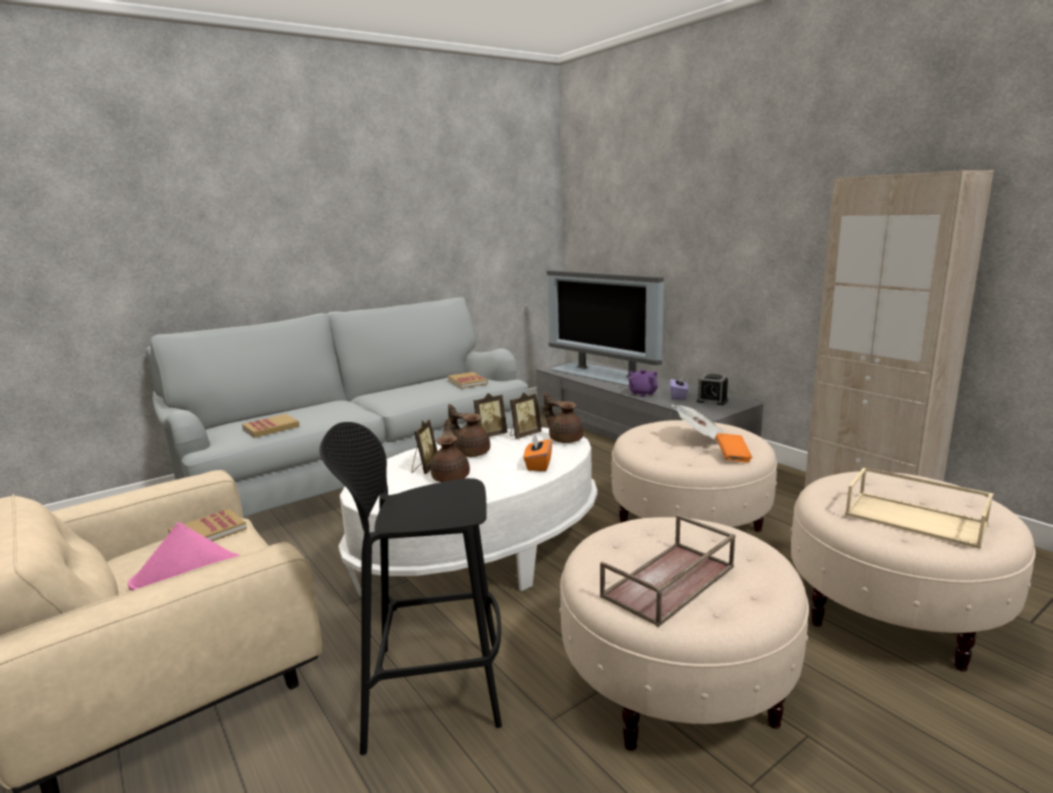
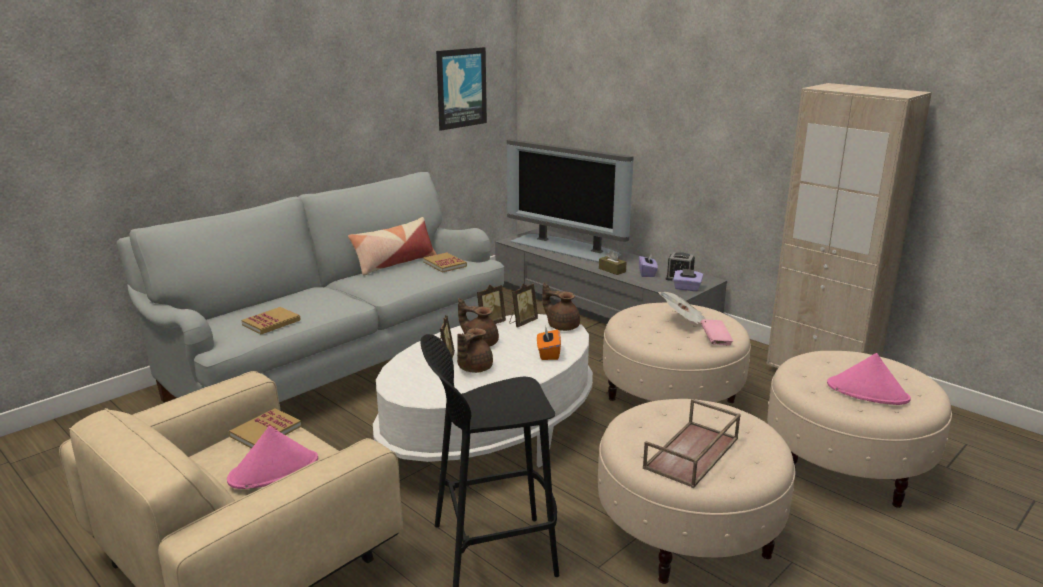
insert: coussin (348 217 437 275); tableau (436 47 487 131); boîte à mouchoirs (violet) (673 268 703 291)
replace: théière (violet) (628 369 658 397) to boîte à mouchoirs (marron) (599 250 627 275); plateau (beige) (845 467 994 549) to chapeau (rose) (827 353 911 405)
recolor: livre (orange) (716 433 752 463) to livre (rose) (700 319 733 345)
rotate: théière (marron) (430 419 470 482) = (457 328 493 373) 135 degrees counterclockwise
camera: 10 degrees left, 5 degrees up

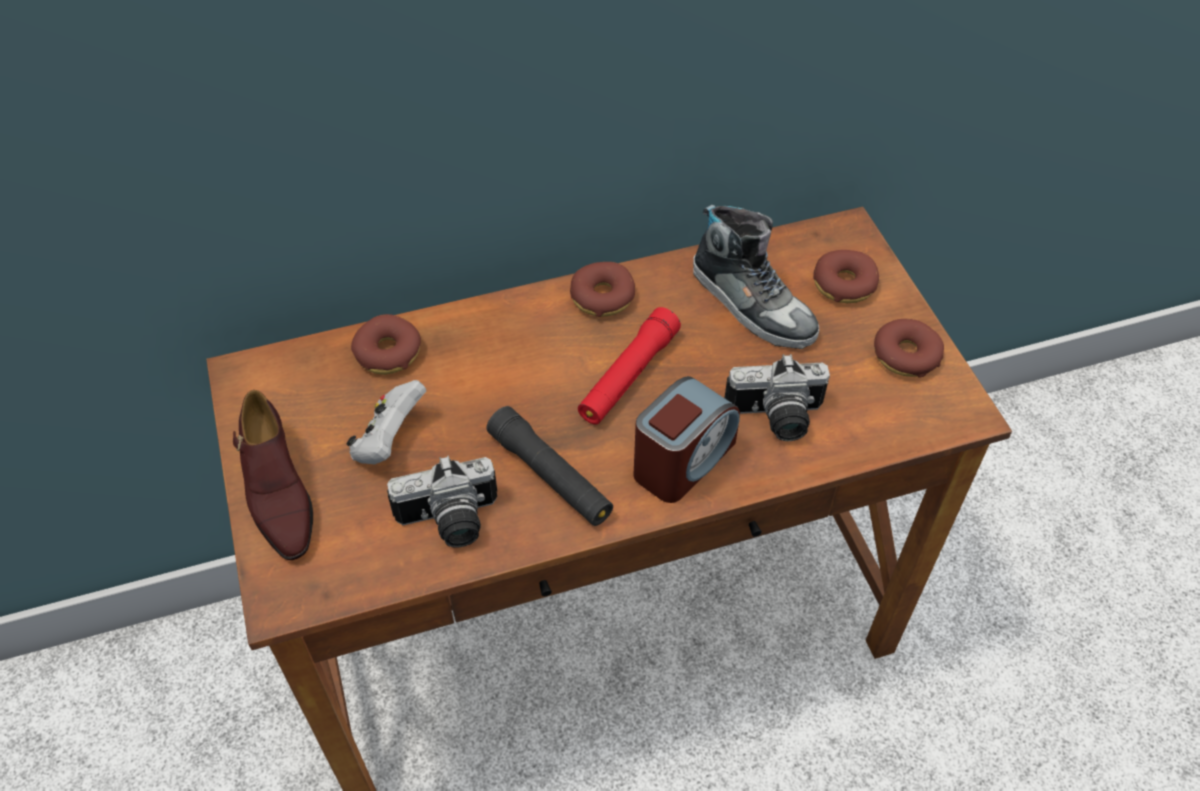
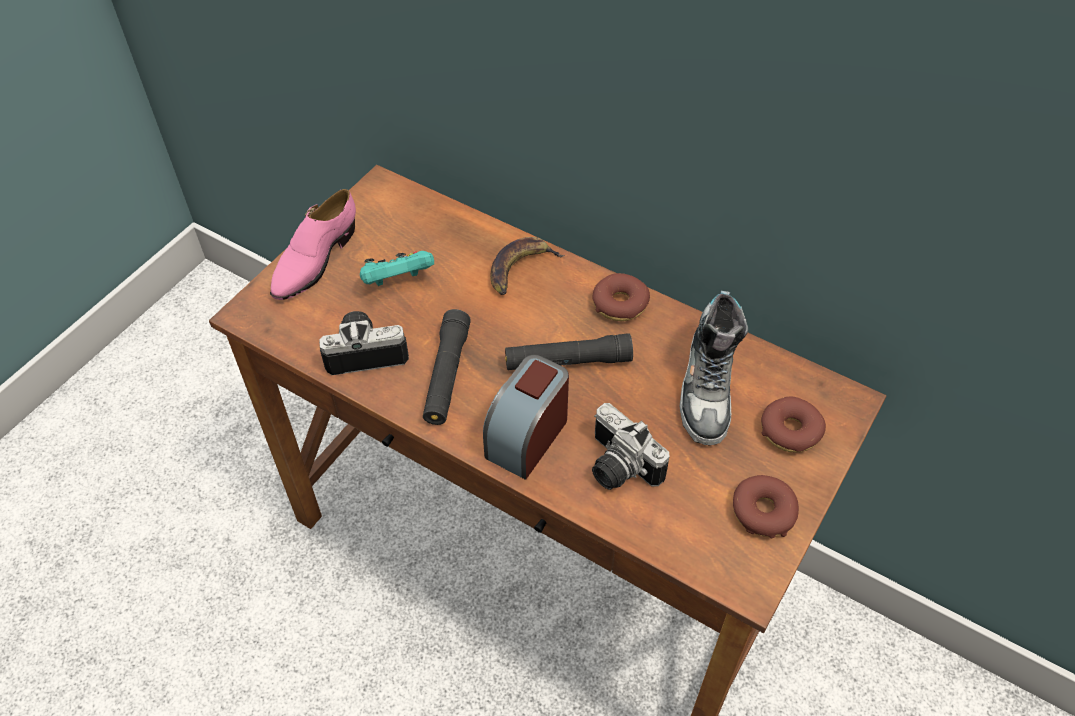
delete: beignet (351 314 421 375)
insert: banane (490 237 565 295)
recolor: chaussure (marron) (233 390 313 560) to chaussure (rose) (270 189 356 300); manette (blanc) (347 380 426 465) to manette (turquoise) (360 251 434 286); lampe de poche (rouge) (578 307 681 424) to lampe de poche (noir) (505 333 633 370)
rotate: appareil photo (387 455 497 548) = (319 311 409 375) 135 degrees clockwise; réveil (634 376 740 503) = (483 355 569 480) 120 degrees clockwise
camera: 50 degrees right, 0 degrees up

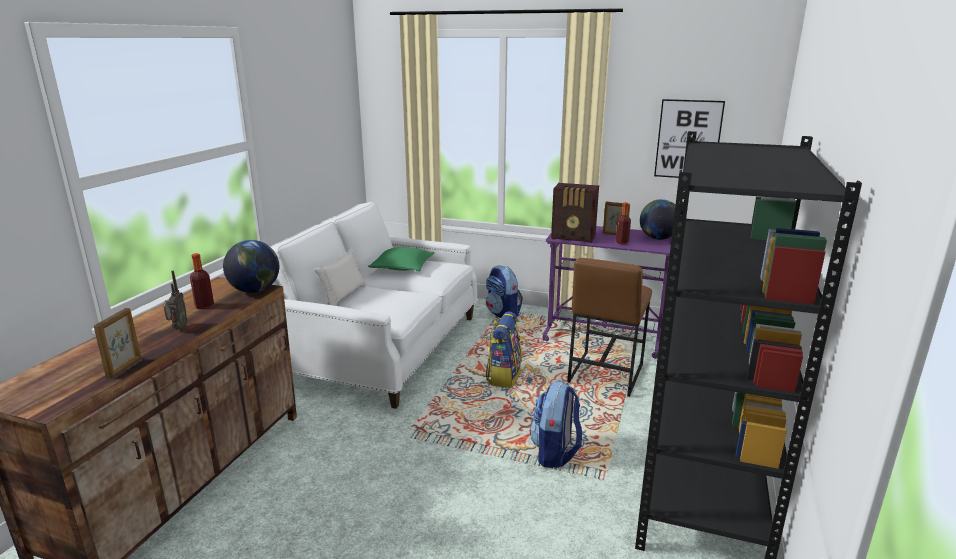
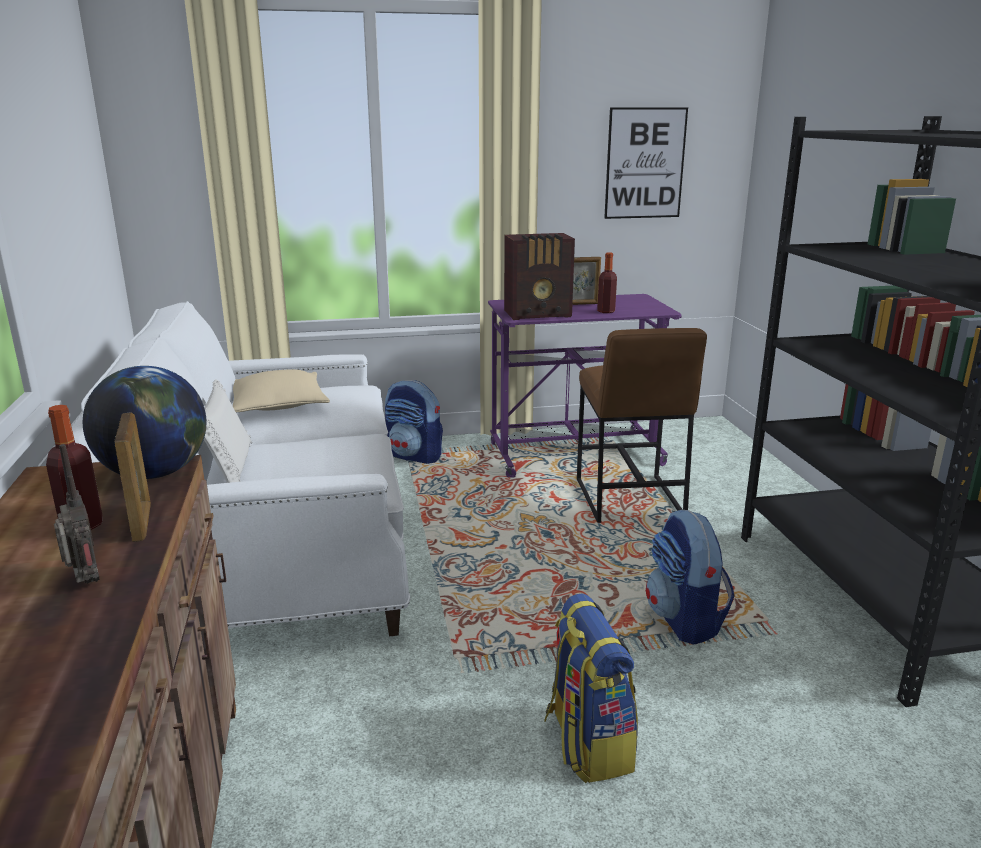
delete: globe (640 199 675 240)
move: cadre photo (94 308 141 379) to (115 412 151 542); sac à dos (485 312 522 388) to (544 593 638 783)
recolor: coussin (vert) (368 247 434 271) to coussin (beige) (233 369 330 412)
camera: 30 degrees left, 0 degrees up

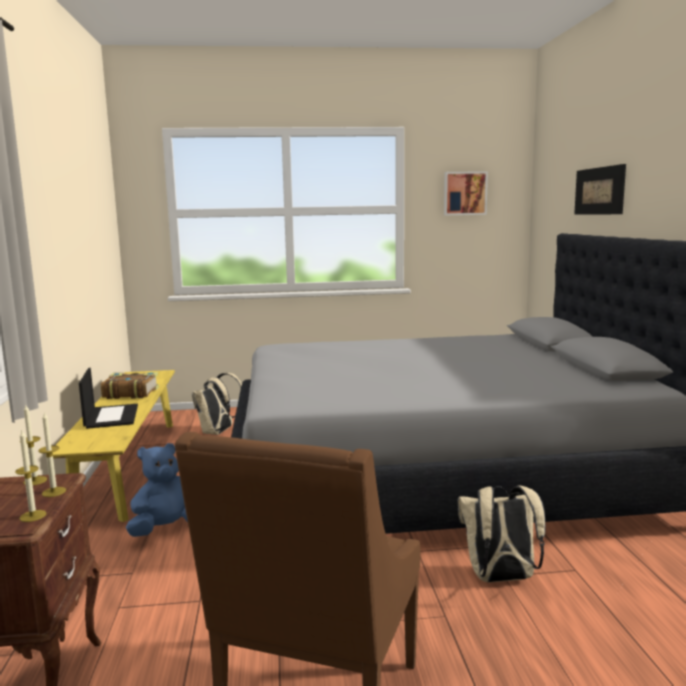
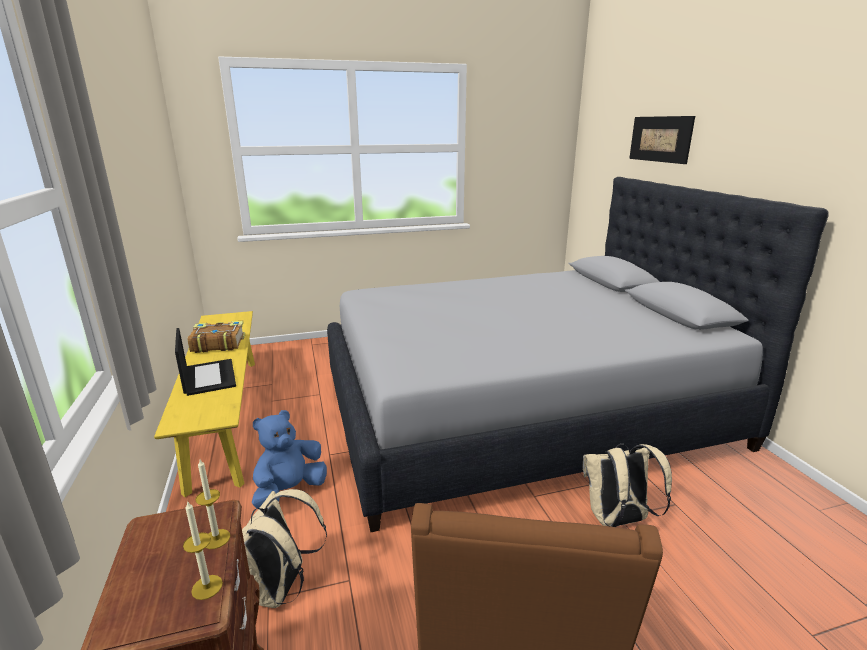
delete: bougie (23 405 47 485); tableau (444 171 488 215)
move: sac à dos (beige) (192 373 242 435) to (242 489 327 608)
camera: 10 degrees left, 10 degrees up

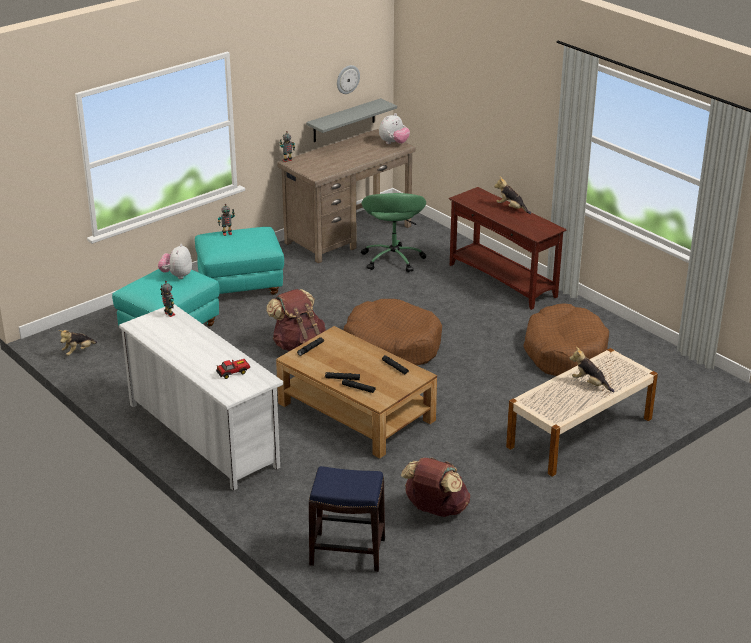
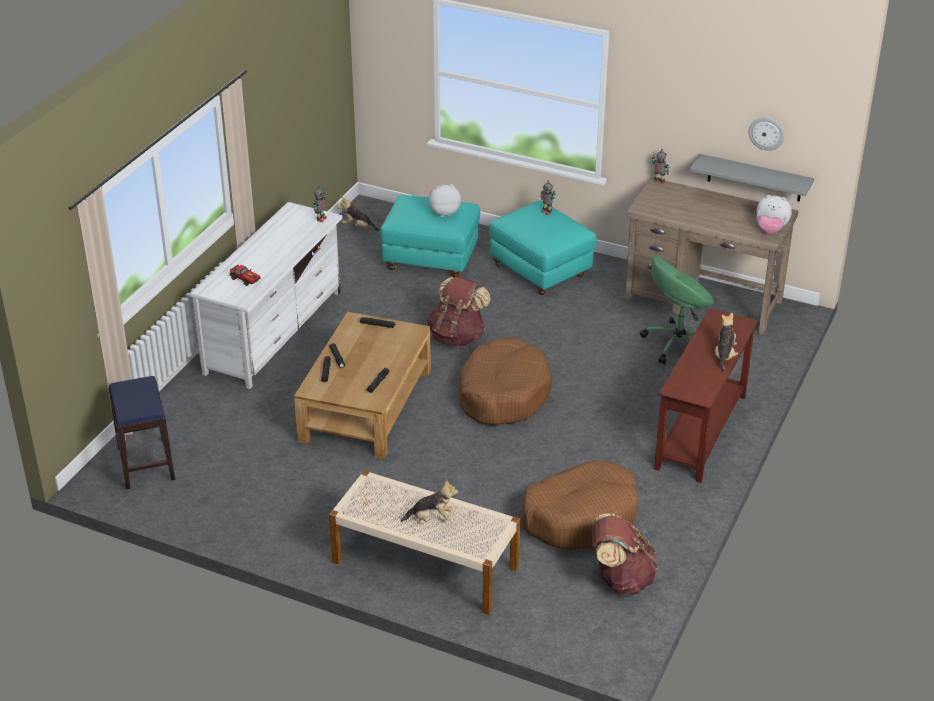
move: sac à dos (marron) (401 457 470 517) to (592 513 658 594)
rotate: peluche (569 347 614 392) = (401 480 458 522) 75 degrees clockwise
camera: 65 degrees right, 5 degrees up

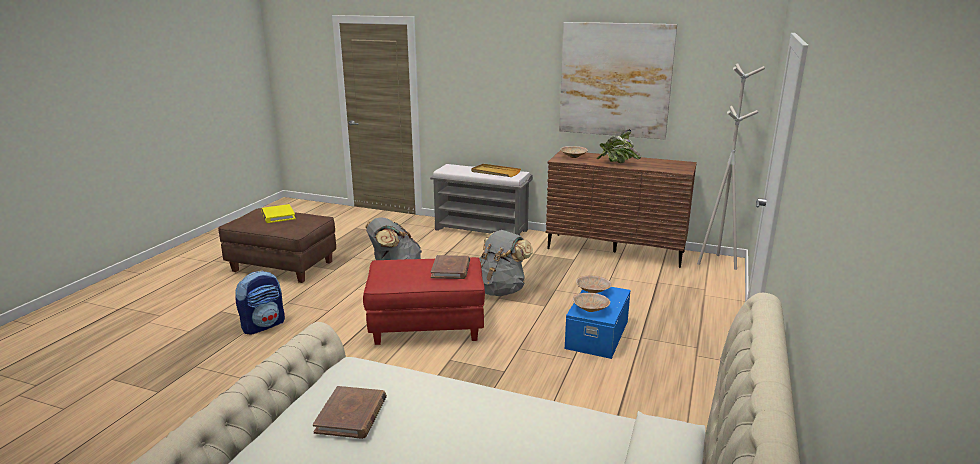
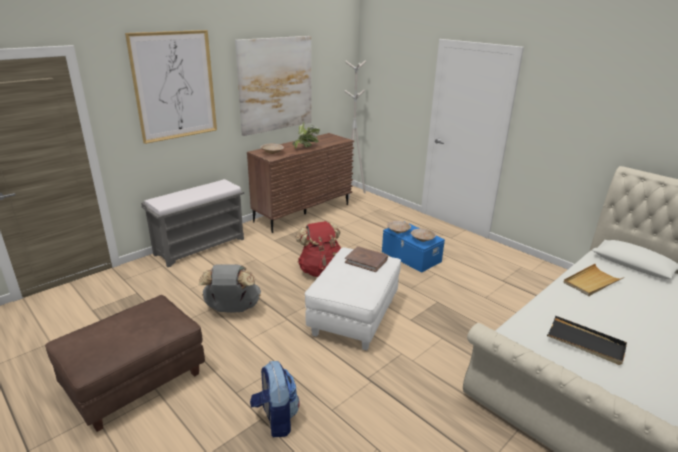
delete: livre (jaune) (261 204 296 223)
insert: tableau (125 30 217 144)
move: plateau (beige) (471 164 521 177) to (564 264 624 296)
replace: livre (marron) (313 386 387 439) to plateau (noir) (547 316 627 365)
recolor: pouf (rouge) (363 257 485 345) to pouf (blanc) (305 247 401 350); sac à dos (gris) (479 230 533 296) to sac à dos (rouge) (296 221 341 277)
camera: 65 degrees left, 5 degrees up

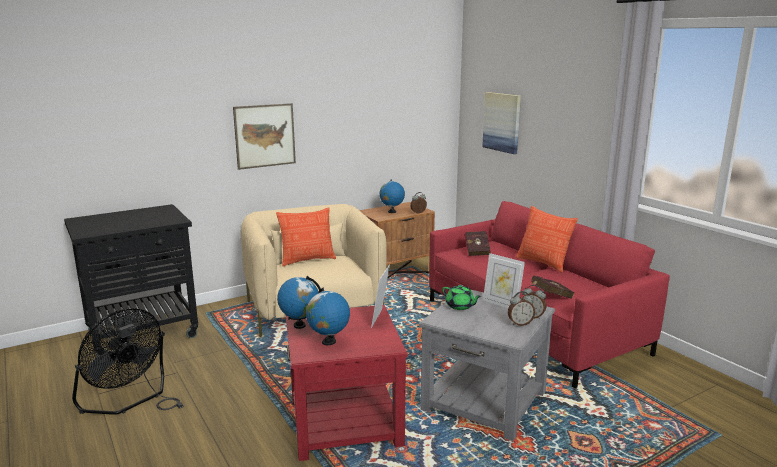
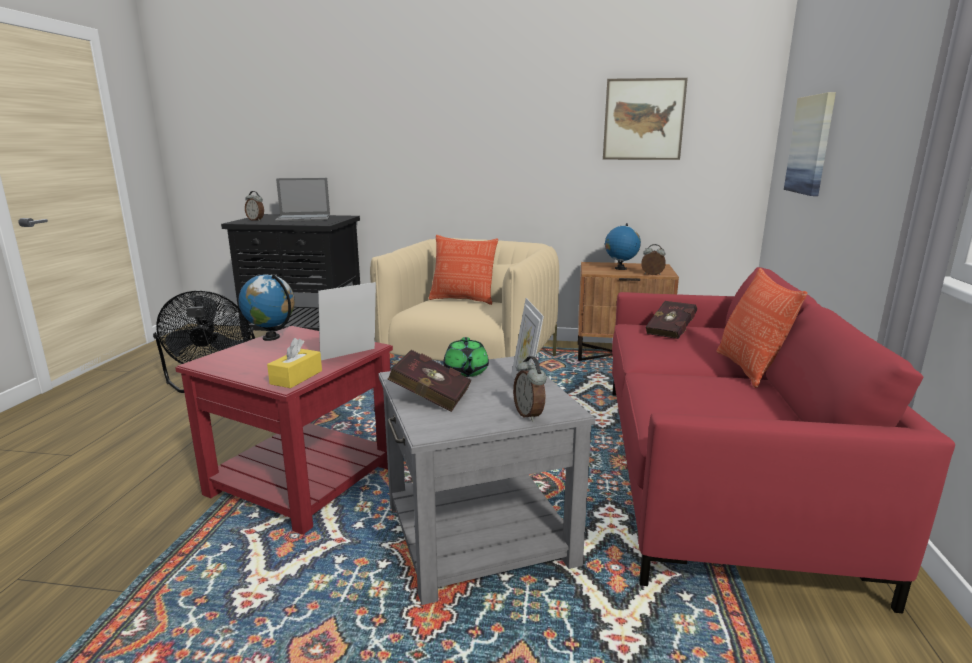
delete: globe (306 288 350 345)
insert: boîte à mouchoirs (jaune) (267 338 322 388); ordinateur portable (275 178 330 222)
move: tableau (233 103 296 170) to (603 78 688 160); réveil (508 291 535 326) to (245 191 264 221); livre (rouge) (531 275 575 299) to (387 350 471 412)
camera: 40 degrees right, 0 degrees up

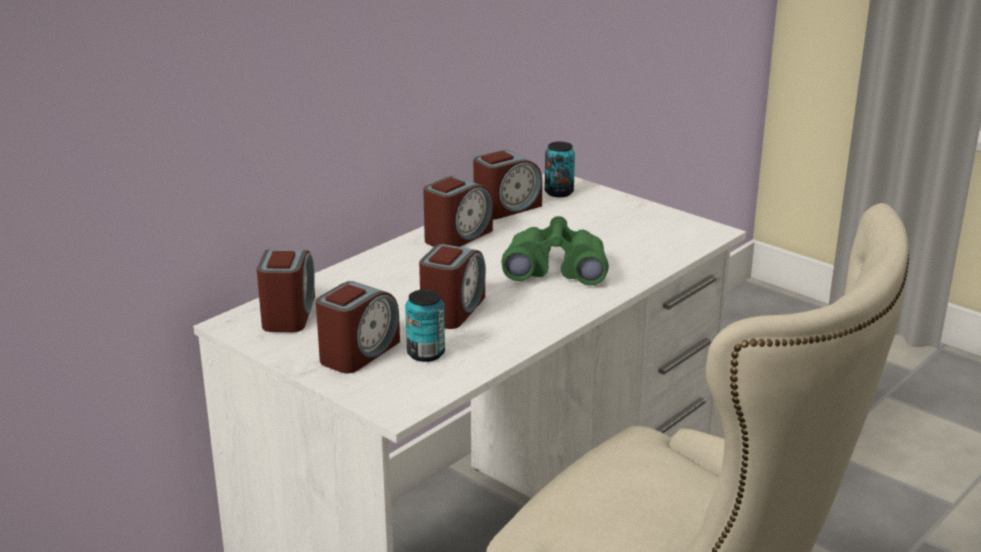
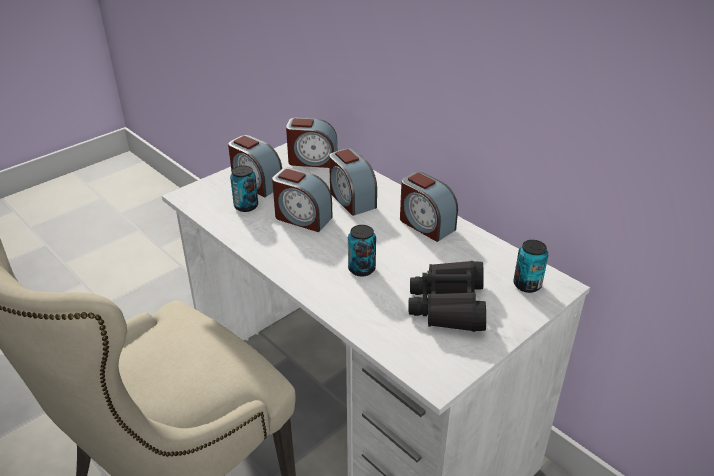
insert: jumelles (noir) (408 261 486 332)
move: réveil (473 150 543 220) to (329 148 377 216)
replace: jumelles (vert) (501 216 609 286) to boîte métallique (348 225 376 276)
camera: 95 degrees right, 10 degrees up

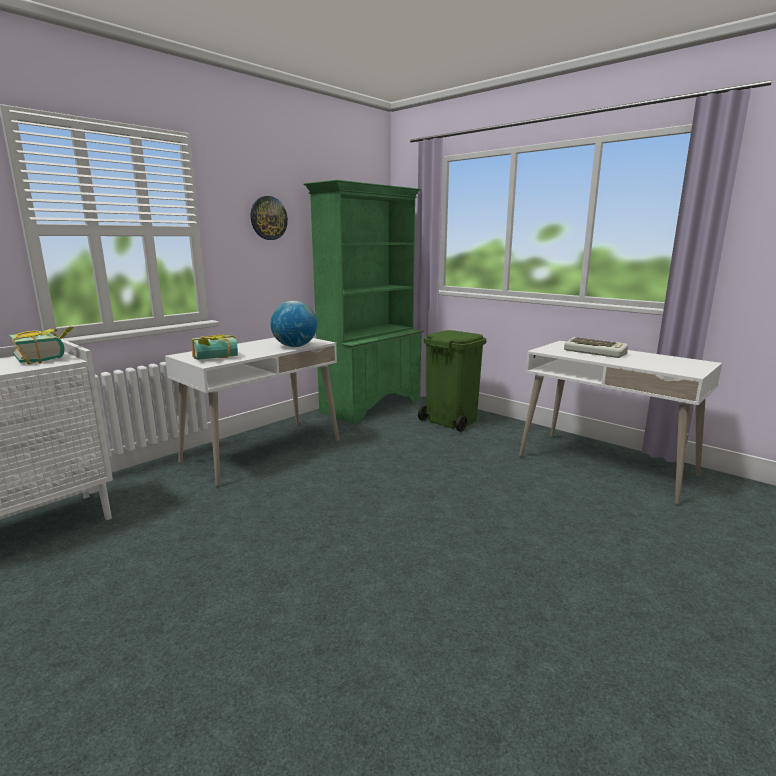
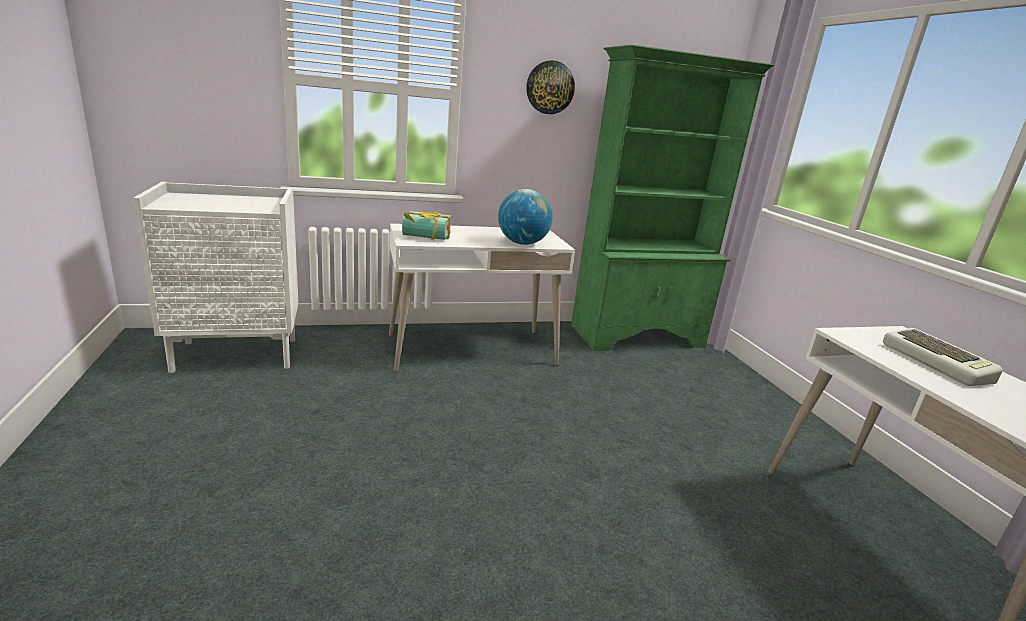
delete: livre (9 327 74 365); poubelle (vert) (418 330 486 432)
camera: 30 degrees right, 5 degrees up

